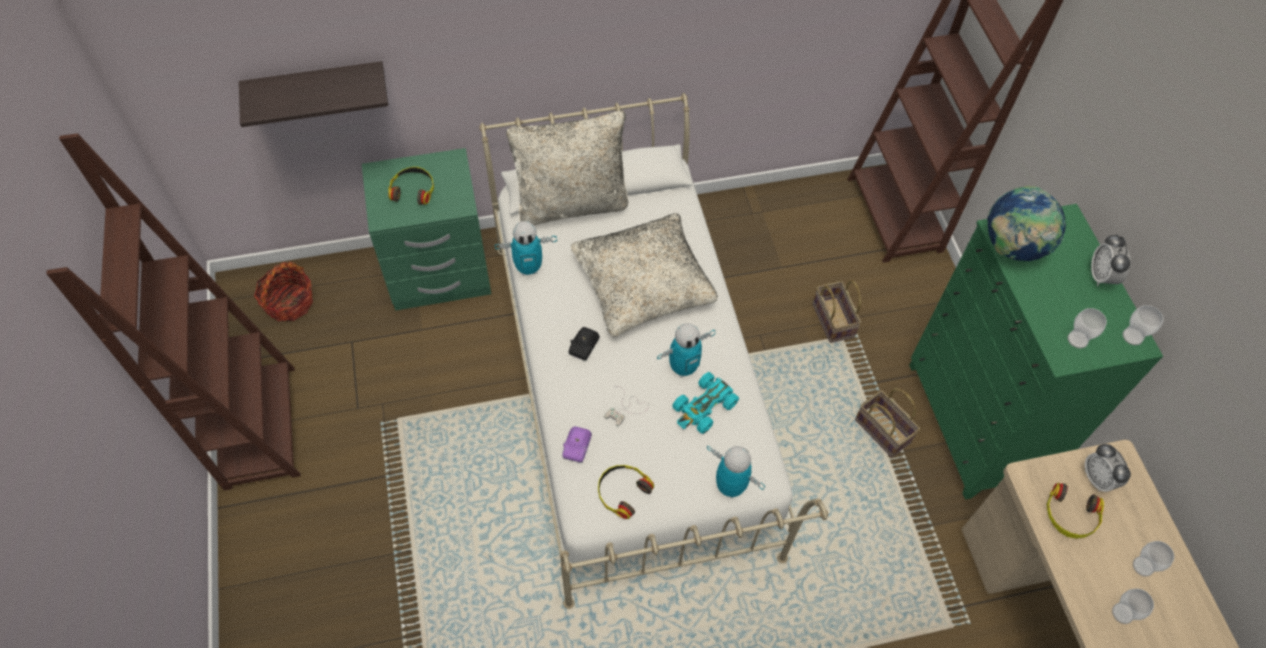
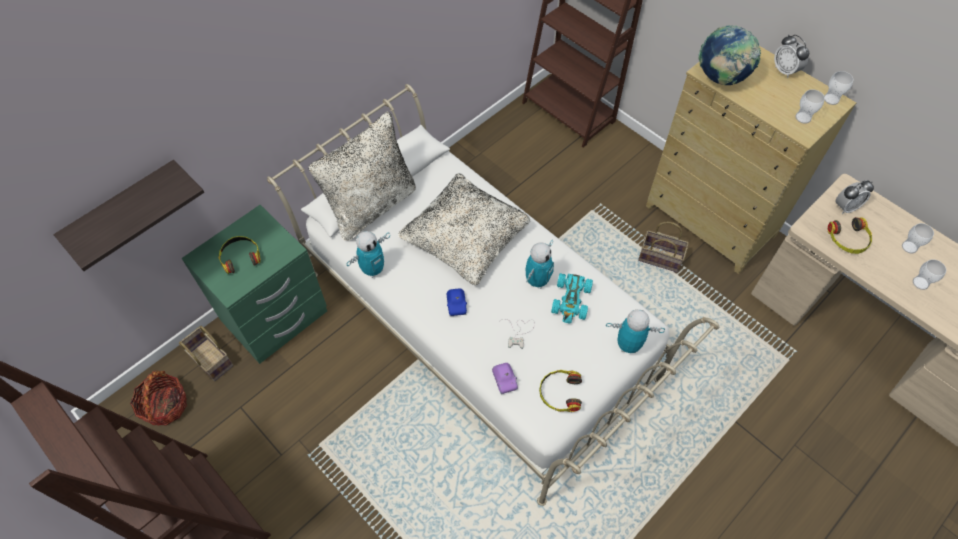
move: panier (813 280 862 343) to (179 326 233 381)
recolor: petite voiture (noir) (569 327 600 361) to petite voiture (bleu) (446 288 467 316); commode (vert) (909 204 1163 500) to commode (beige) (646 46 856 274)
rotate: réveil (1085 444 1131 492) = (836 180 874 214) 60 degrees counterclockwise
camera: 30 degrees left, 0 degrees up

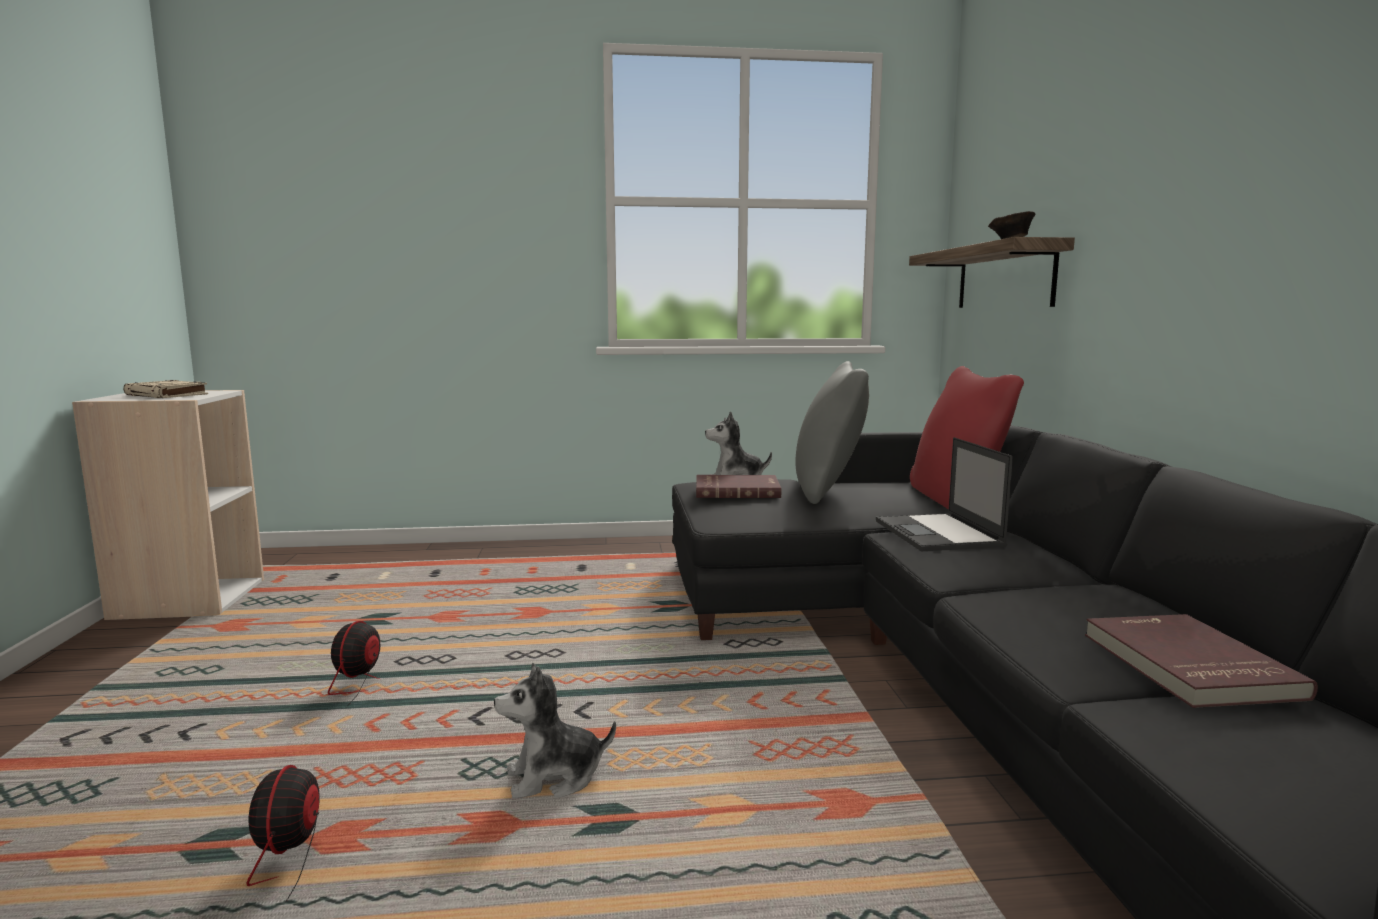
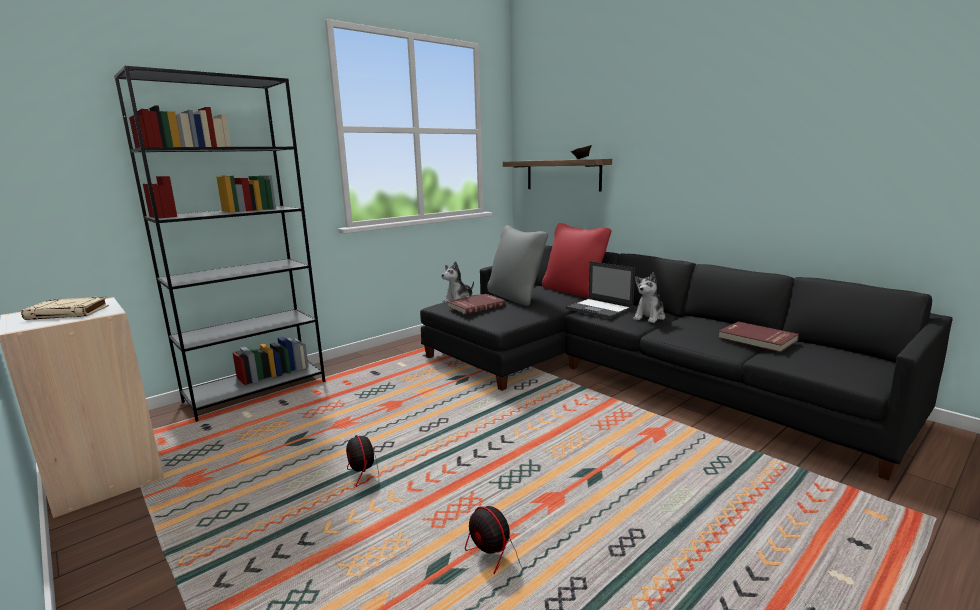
insert: bibliothèque (gris) (114 66 325 422)
move: peluche (494 663 616 799) to (633 272 666 323)
camera: 35 degrees left, 5 degrees up

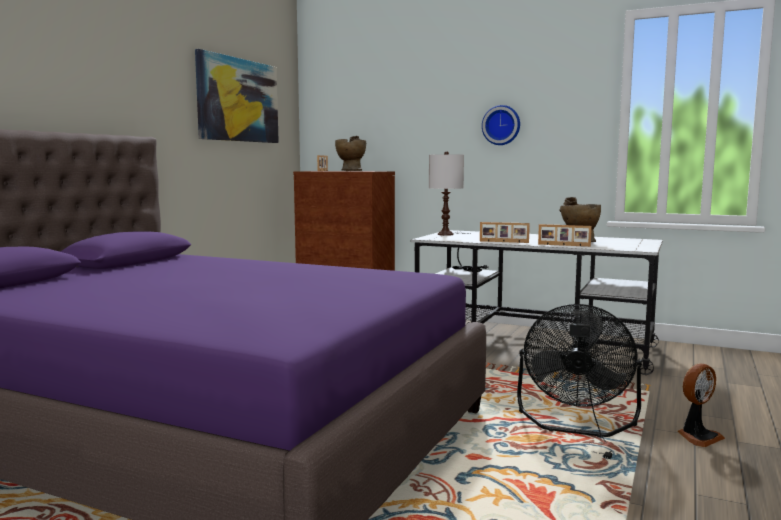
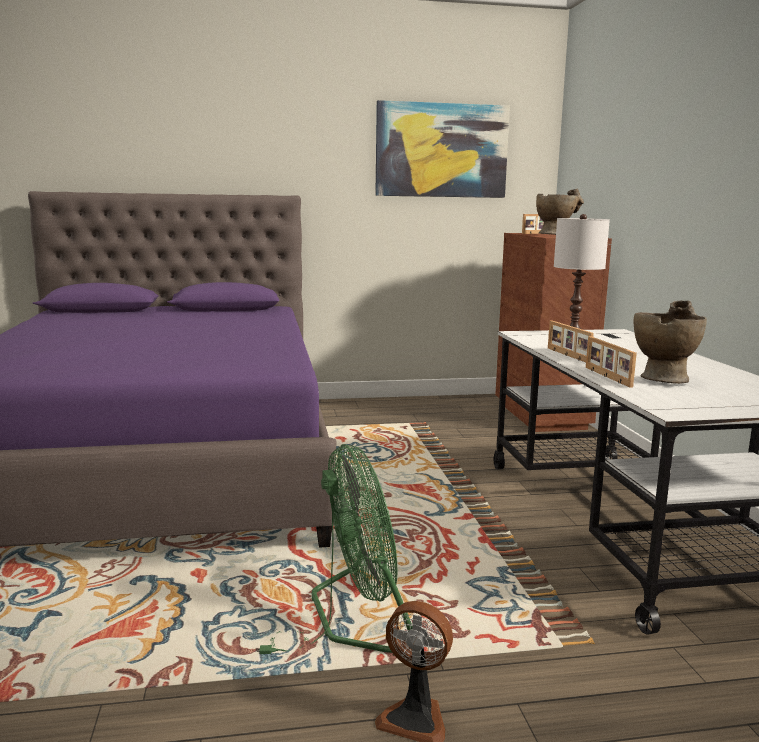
delete: horloge murale (482 105 520 145)
recolor: ventilateur (noir) (517 304 642 459) to ventilateur (vert) (256 444 412 656)
camera: 55 degrees right, 5 degrees up

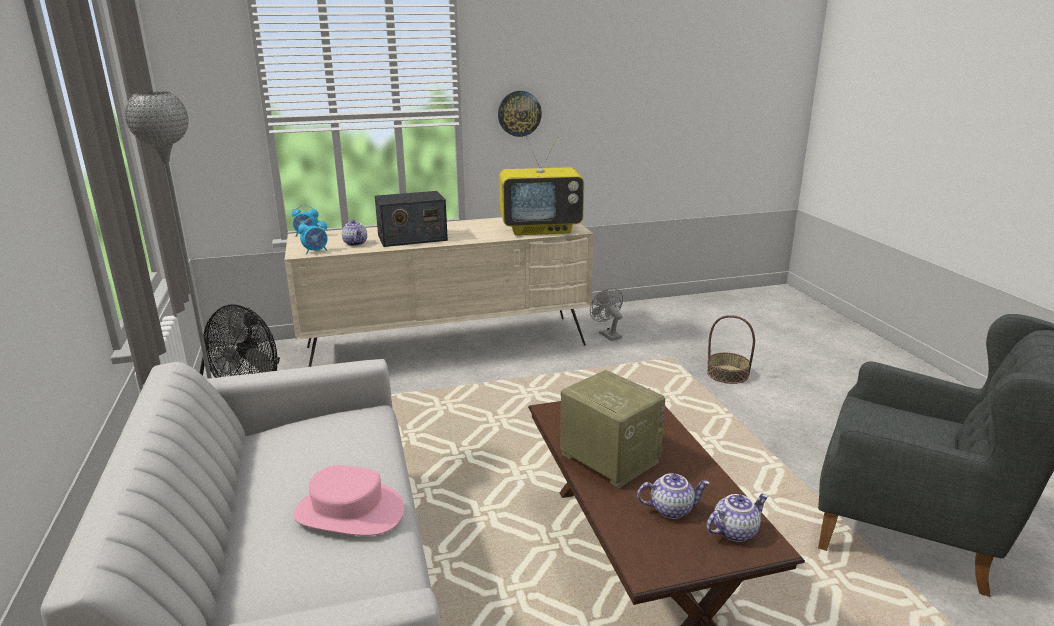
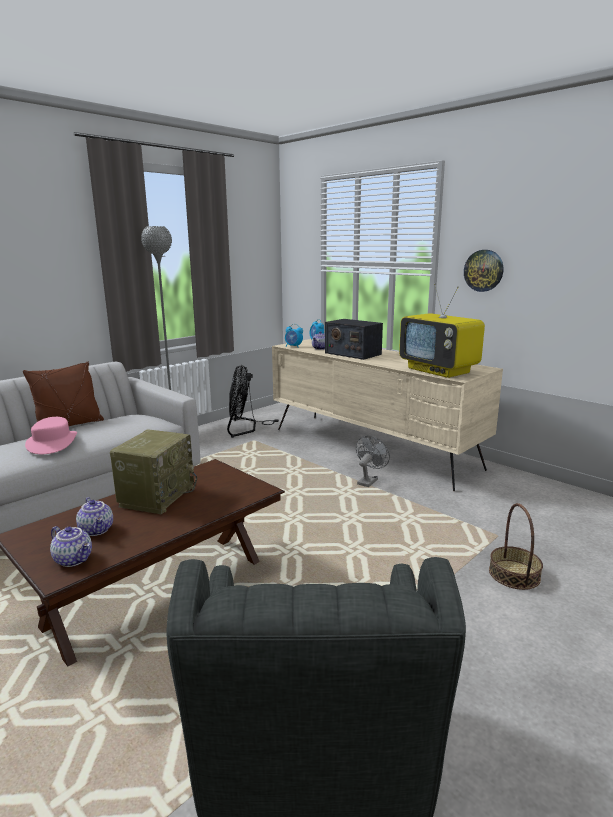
insert: coussin (marron) (23 362 104 426)
move: ventilateur (gris) (590 288 623 341) to (356 436 390 487)
camera: 60 degrees right, 5 degrees down

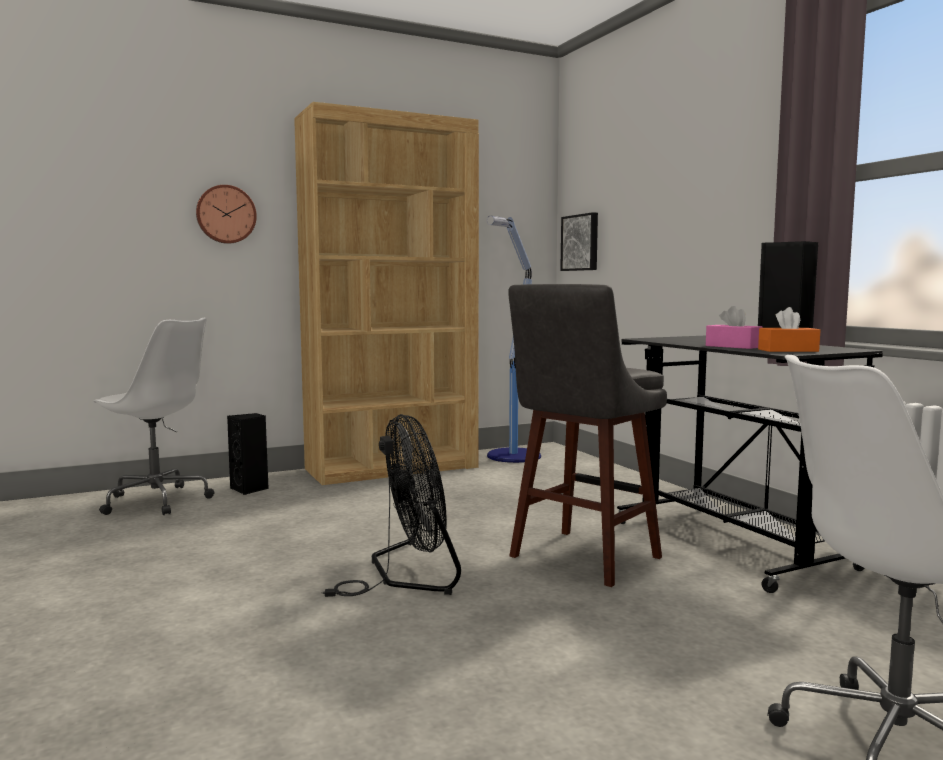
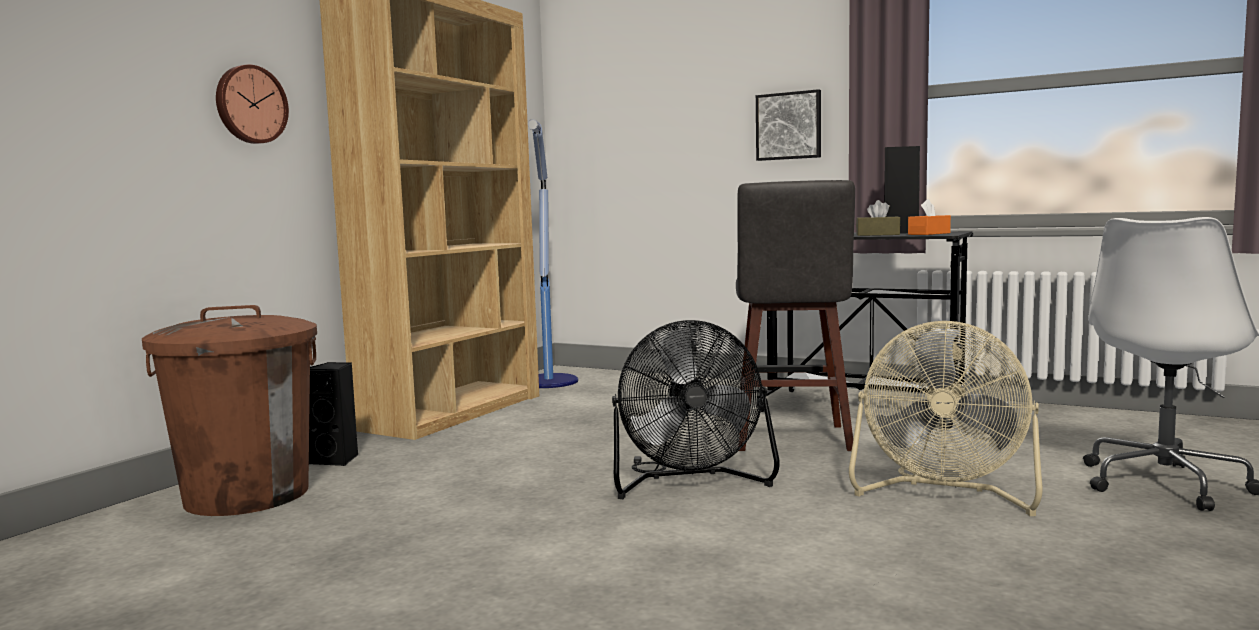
insert: ventilateur (beige) (849 321 1043 516)
move: tableau (560 212 598 271) to (756 89 821 161)
replace: chaise de bureau (blanc) (93 318 215 515) to poubelle (marron) (142 305 317 516)
recolor: boîte à mouchoirs (rose) (706 306 763 349) to boîte à mouchoirs (marron) (856 200 900 236)
rotate: ventilateur (noir) (321 414 461 597) = (612 320 780 499) 135 degrees clockwise
camera: 35 degrees left, 0 degrees up

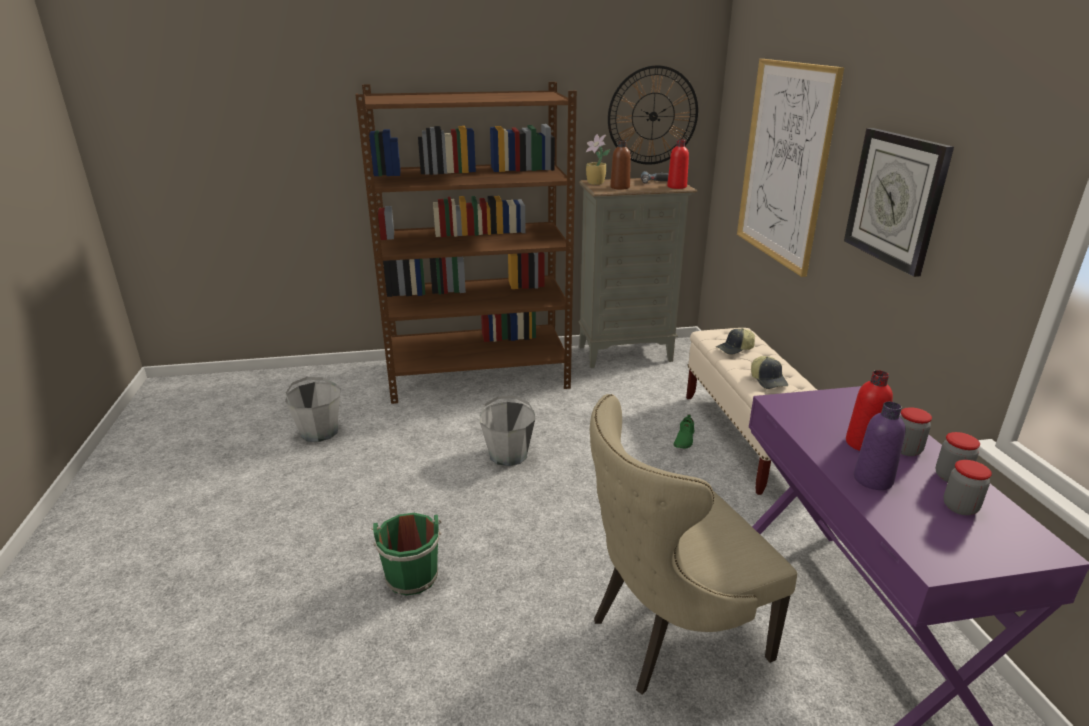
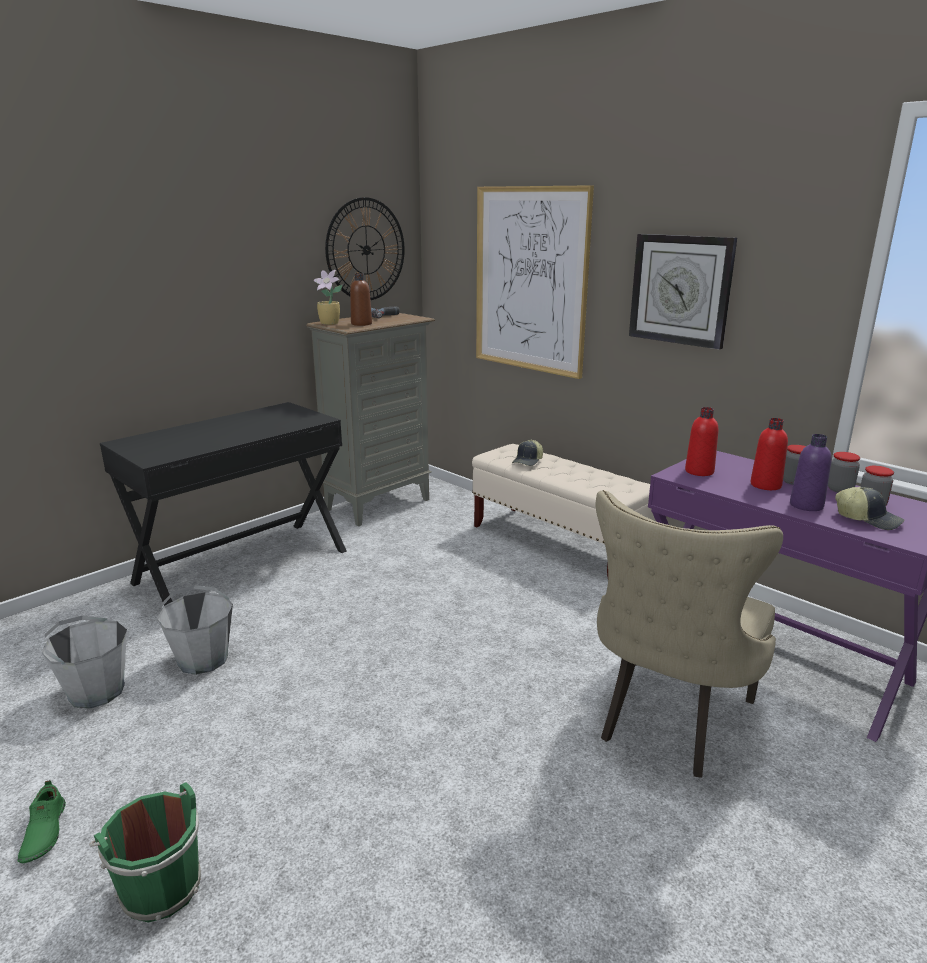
move: seau (vert) (371 513 442 596) to (90 782 201 923); seau (gris) (480 396 535 466) to (157 585 233 675); bouteille (rouge) (667 139 689 189) to (685 407 718 476); chaussure (vert) (673 414 695 448) to (17 780 66 863); casquette (751 356 788 389) to (835 487 904 530)
replace: bibliothèque (marron) (355 82 577 404) to bureau (noir) (100 402 347 606)
camera: 35 degrees left, 5 degrees down

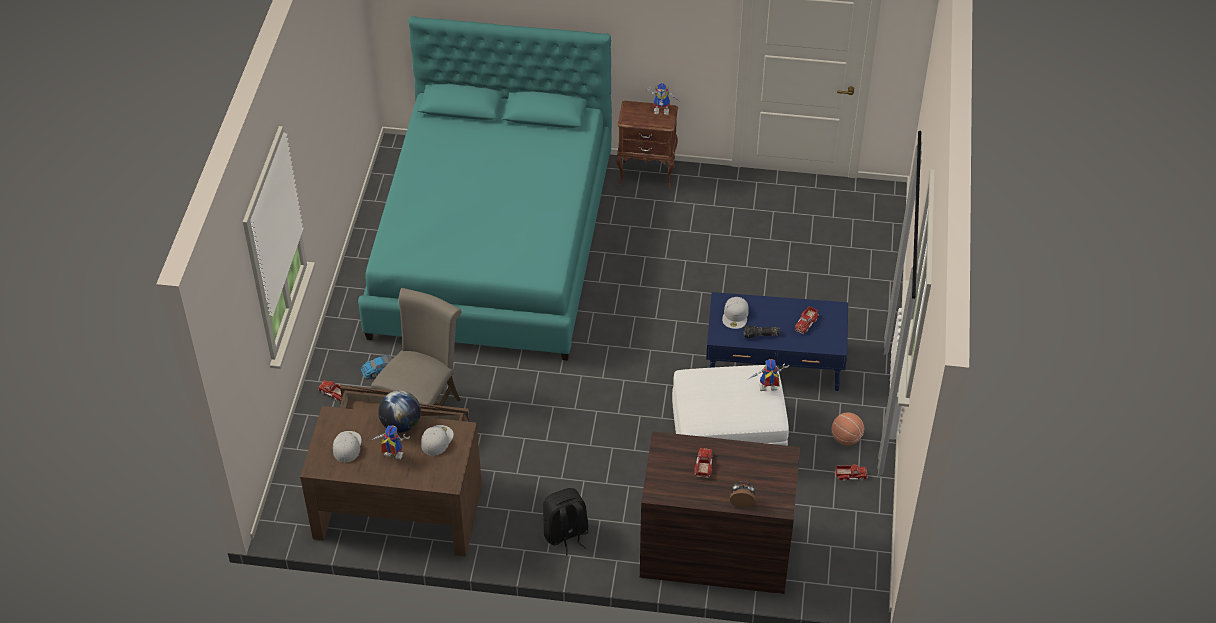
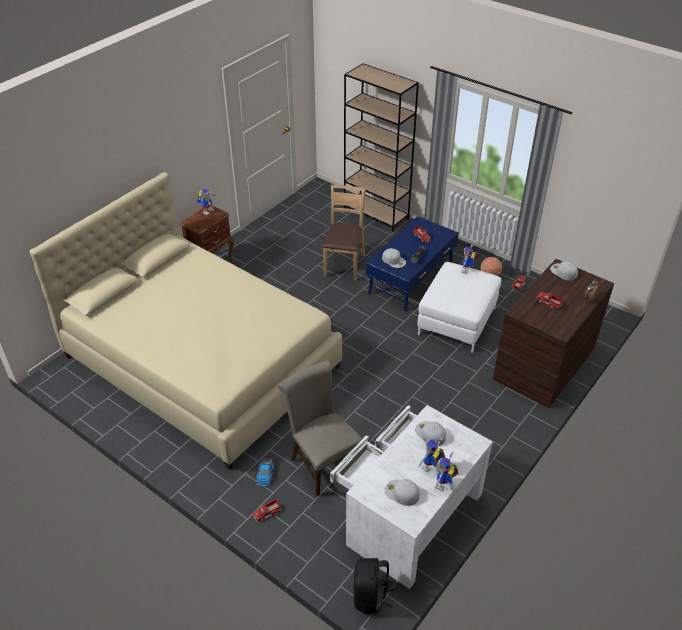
delete: globe (378 390 421 433)
insert: chaise (marron) (322 185 366 281); bibliothèque (beige) (344 63 419 232); robot jouet (435 451 458 491); casquette (blanc) (550 261 578 281)
move: sac à dos (noir) (543 488 589 556) to (354 558 394 614)
recolor: bureau (marron) (300 385 482 557) to bureau (blanc) (330 405 493 589); lit (turquoise) (358 16 612 361) to lit (beige) (30 172 342 470)
camera: 60 degrees left, 5 degrees down

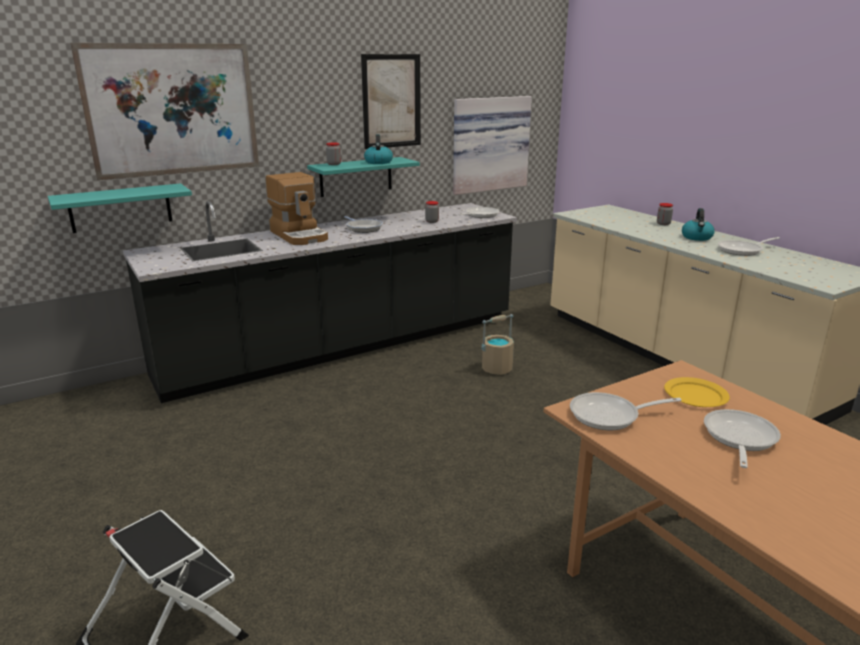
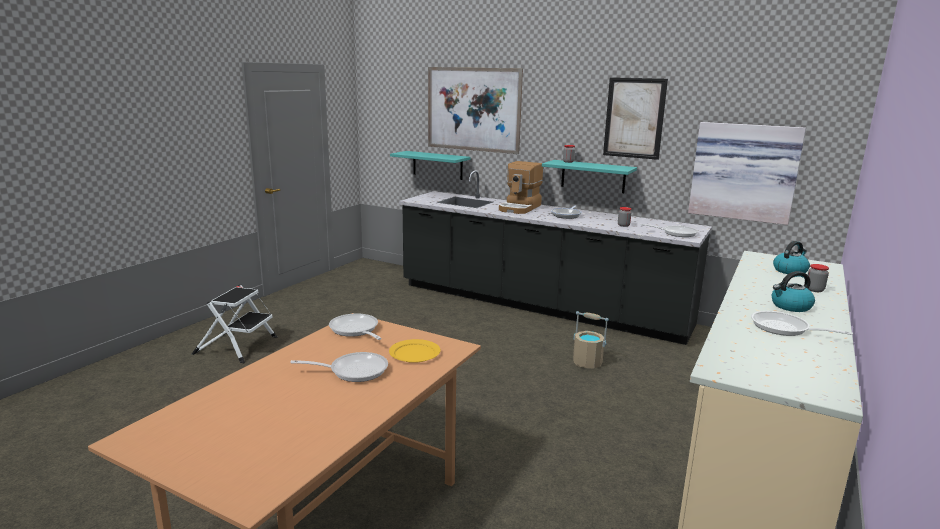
move: bouilloire (364 134 393 164) to (773 241 810 274)
camera: 60 degrees right, 5 degrees down

